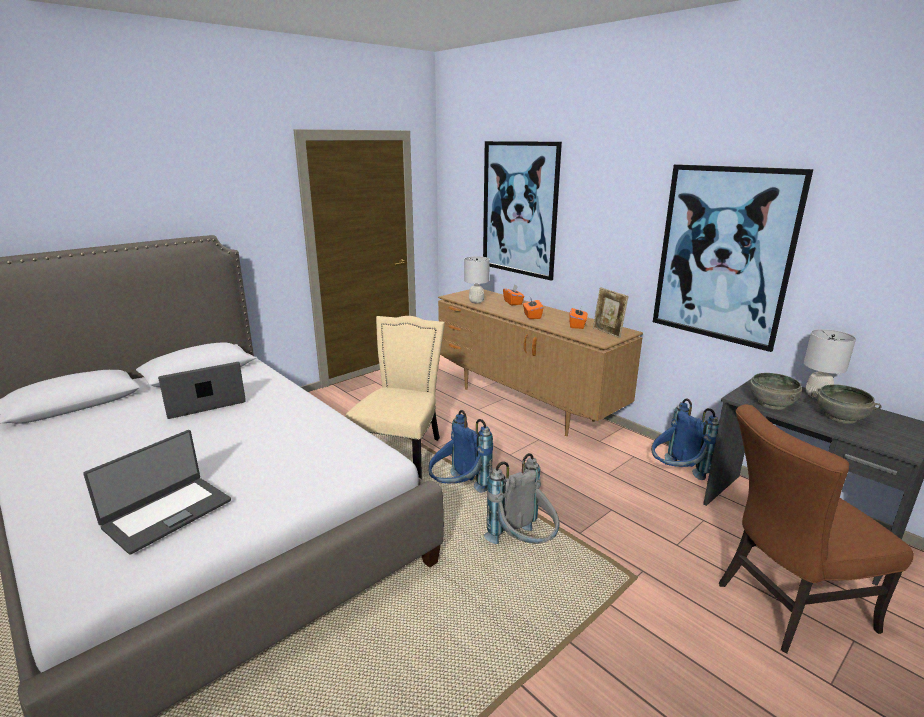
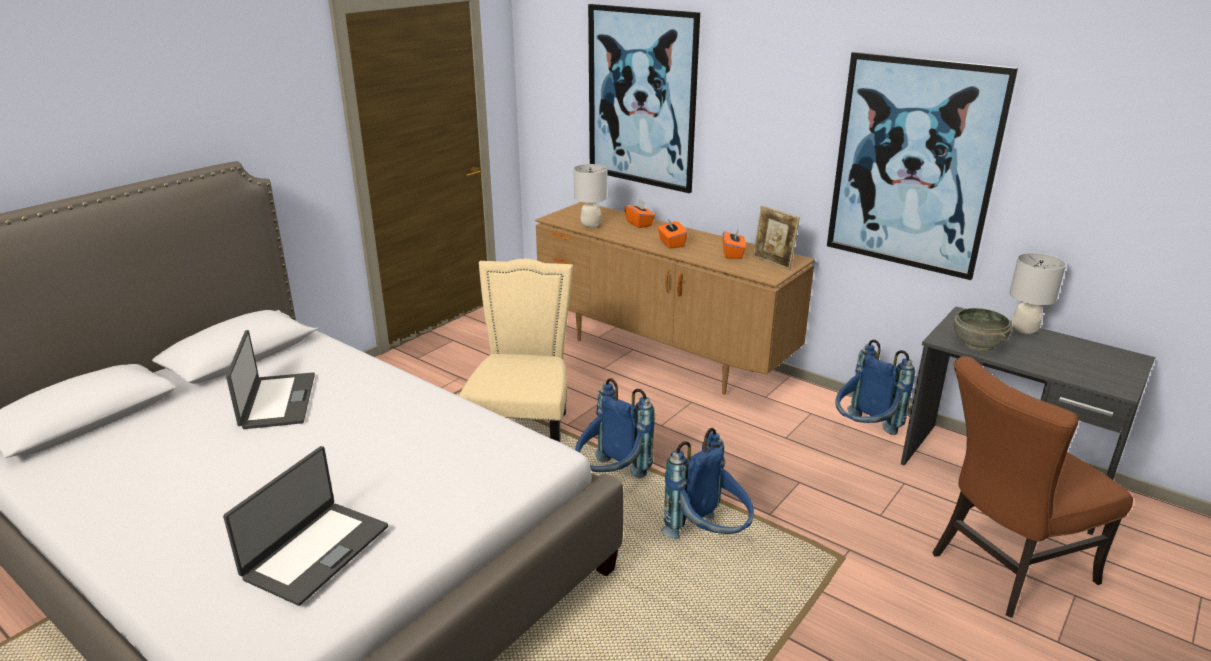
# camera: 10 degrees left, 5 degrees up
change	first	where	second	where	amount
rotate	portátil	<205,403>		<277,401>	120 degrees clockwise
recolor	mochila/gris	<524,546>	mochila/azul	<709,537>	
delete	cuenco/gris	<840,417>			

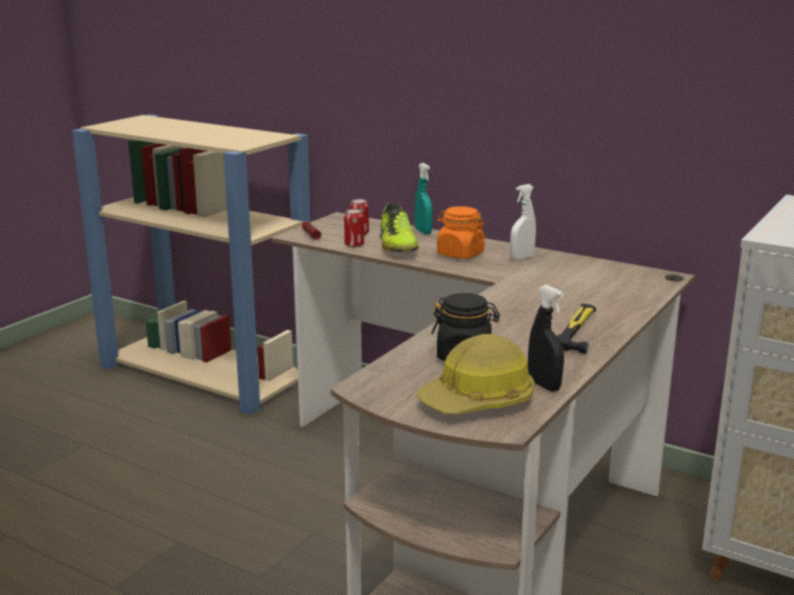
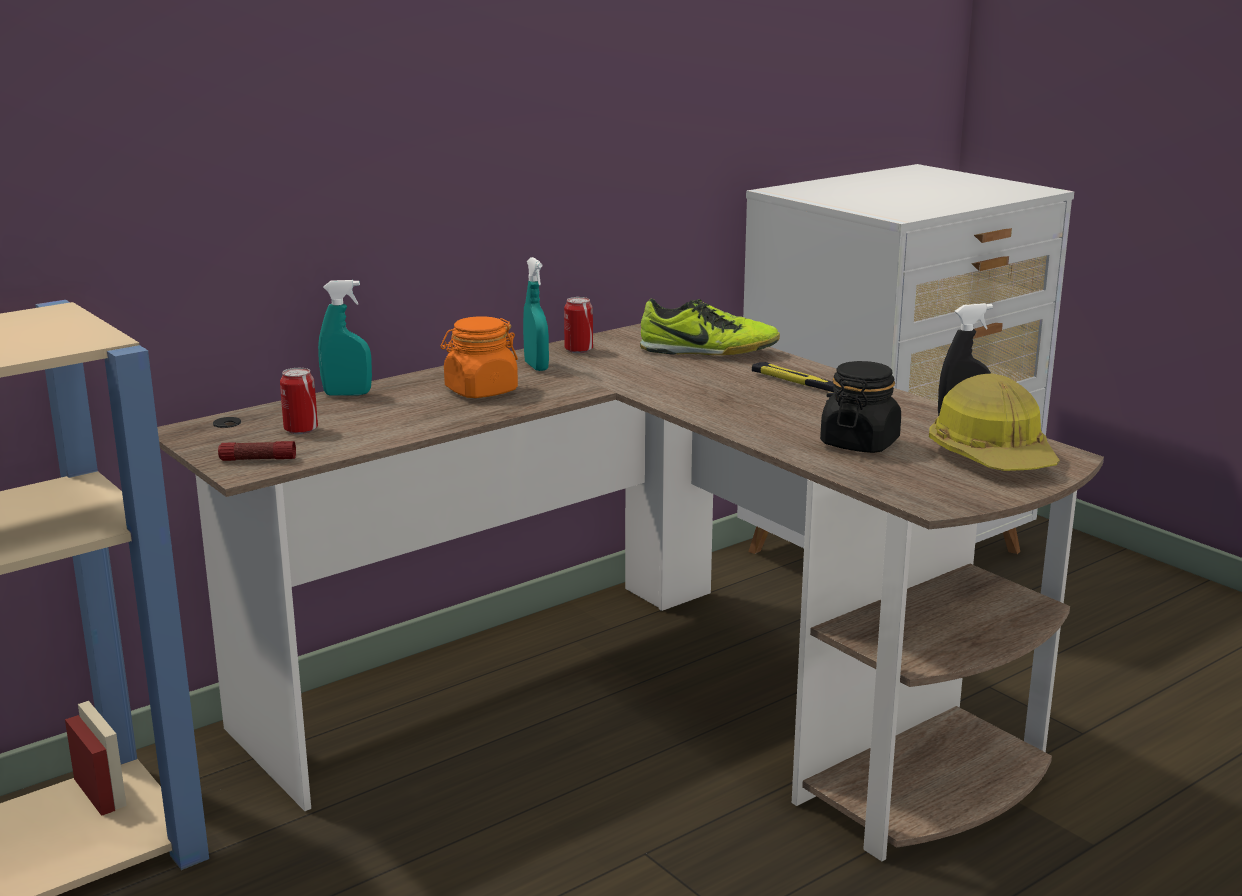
# camera: 70 degrees left, 0 degrees up
change	first	where	second	where	amount
recolor	pulverizador/blanco	<522,258>	pulverizador/turquesa	<536,366>	
move	lata	<354,245>		<578,350>	
move	zapato	<397,246>		<708,352>	

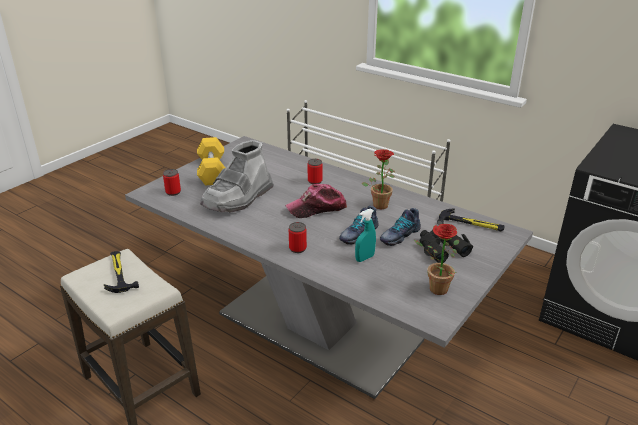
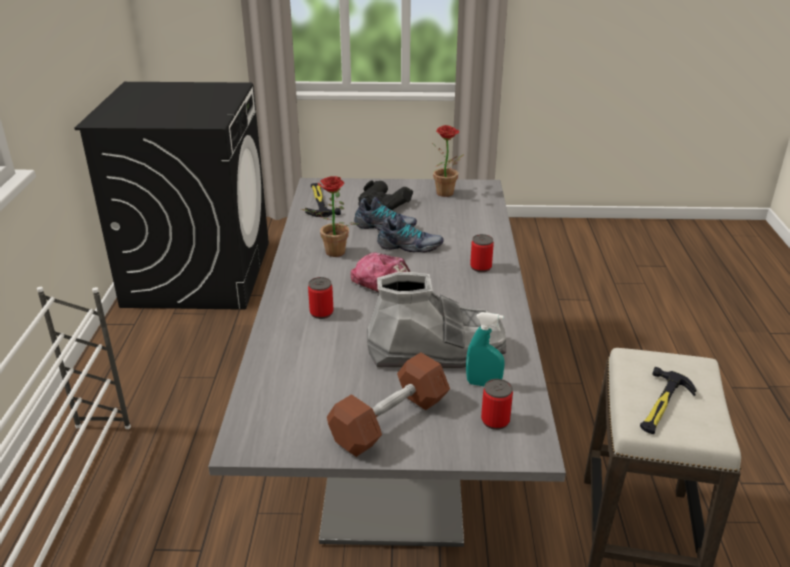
# camera: 125 degrees left, 0 degrees up
change	first	where	second	where	amount
recolor	mancuerna/amarillo	<212,171>	mancuerna/marrón	<389,421>	
move	pulverizador/turquesa	<364,258>		<483,384>	

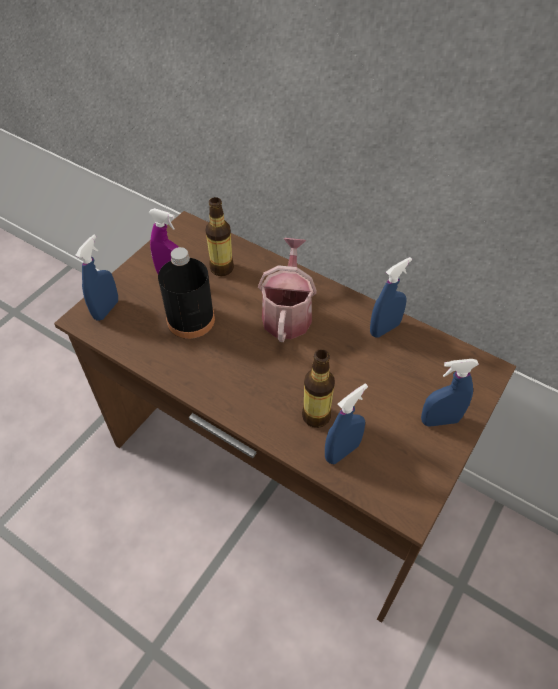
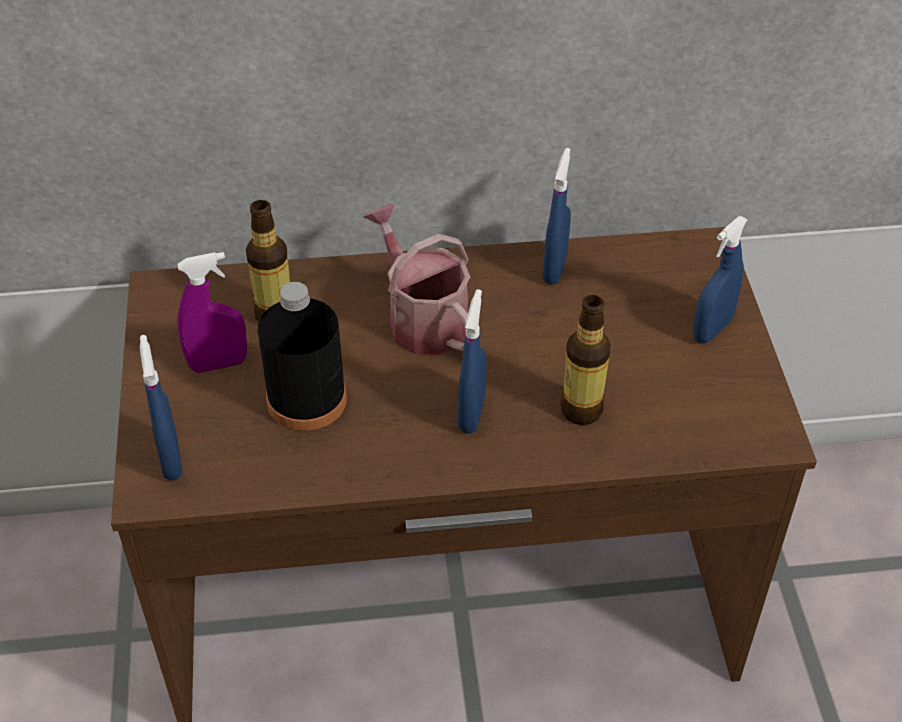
# camera: 40 degrees left, 5 degrees down
change	first	where	second	where	amount
move	pulverizador/azul	<342,451>		<471,413>	

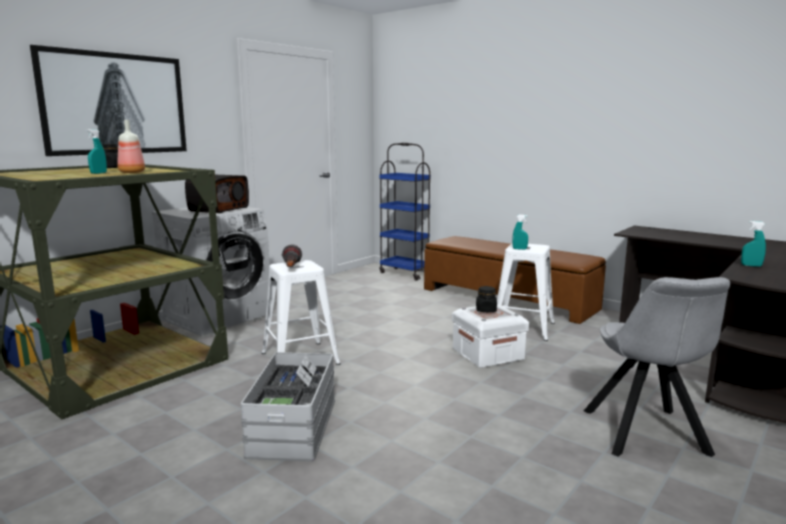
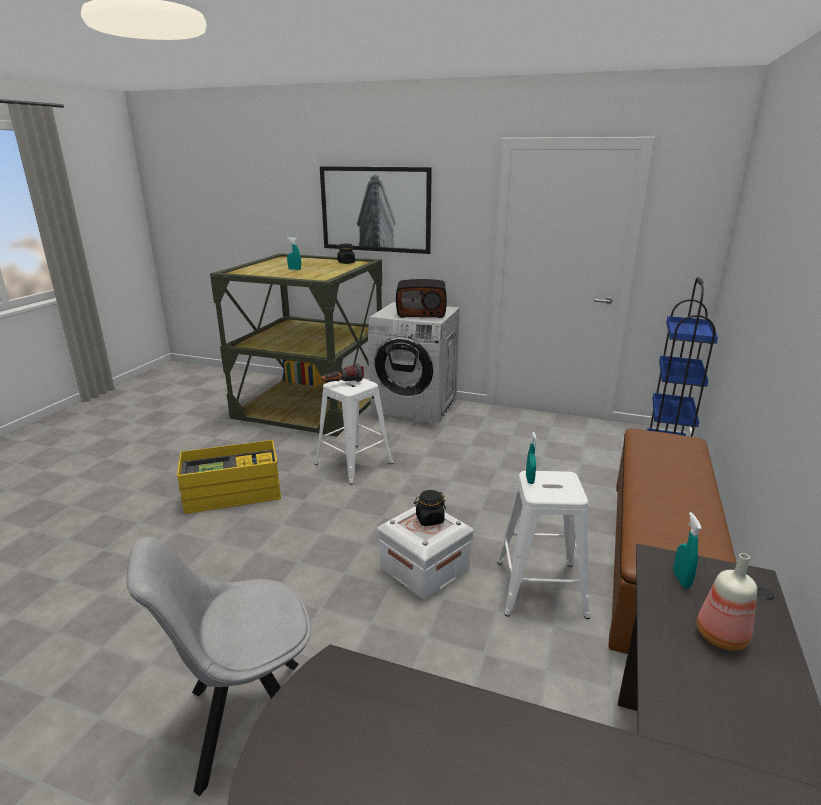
# camera: 70 degrees right, 10 degrees up
change	first	where	second	where	amount
recolor	caja de almacenaje/gris	<292,425>	caja de almacenaje/amarillo	<233,492>	
move	pulverizador/turquesa	<751,266>		<681,579>	
move	botella	<131,172>		<719,635>	

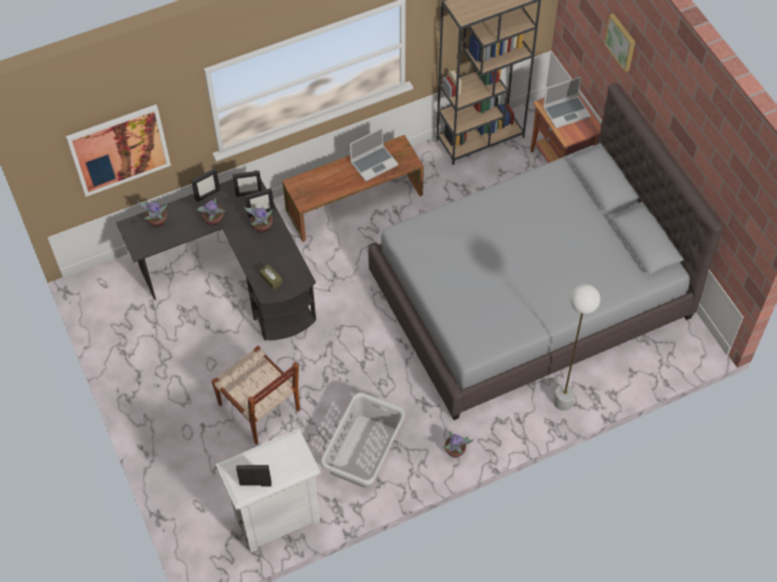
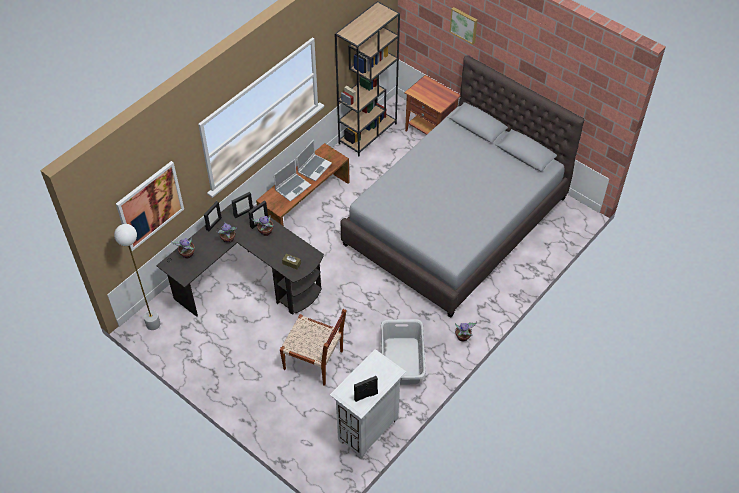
# camera: 25 degrees left, 5 degrees down
change	first	where	second	where	amount
move	lámpara de pie/blanco	<563,402>		<153,324>	
move	portátil	<566,112>		<293,187>	

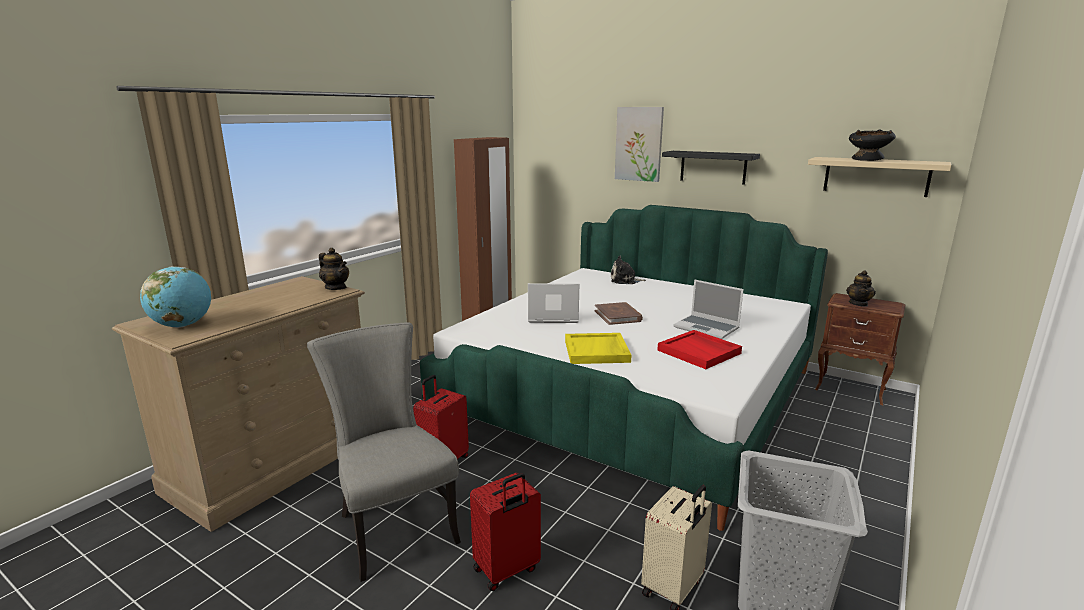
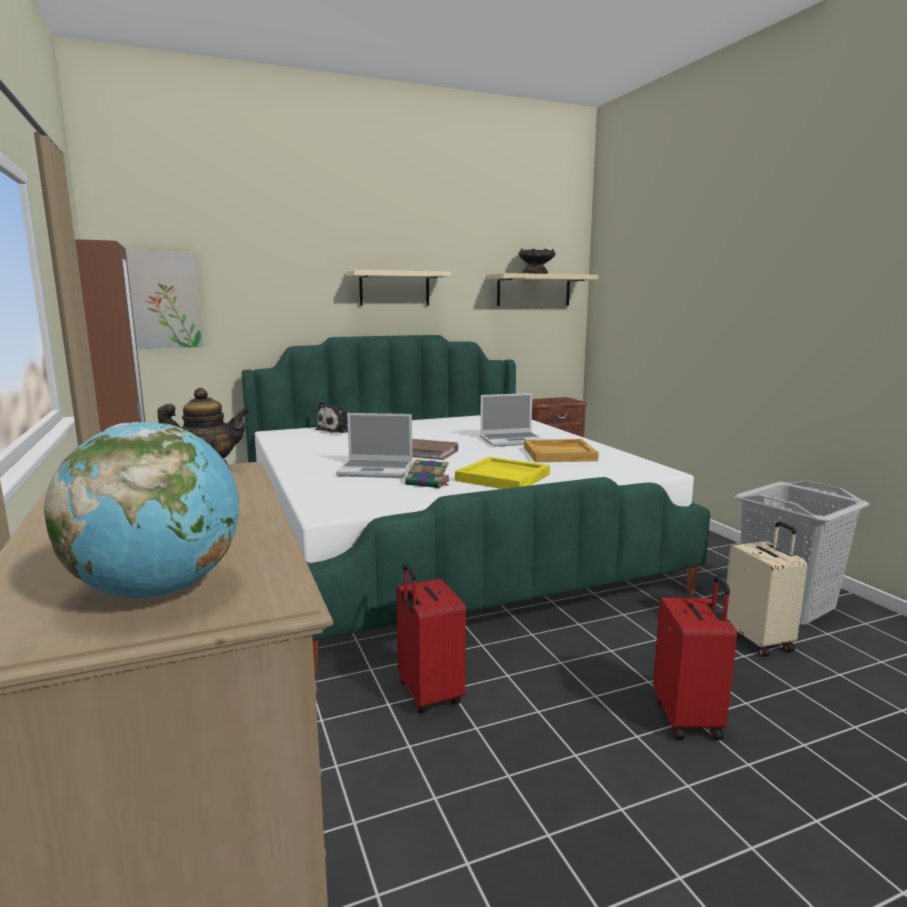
# camera: 55 degrees left, 5 degrees down
change	first	where	second	where	amount
move	cuadro	<639,144>		<166,300>	
rotate	portátil	<552,317>		<377,470>	120 degrees counterclockwise
recolor	estante/negro	<713,167>	estante/beis	<394,288>	
insert			libro	<428,483>	
recolor	bandeja/rojo	<699,352>	bandeja/beis	<559,454>	
delete	silla/gris	<393,524>			
delete	tetera	<858,304>			

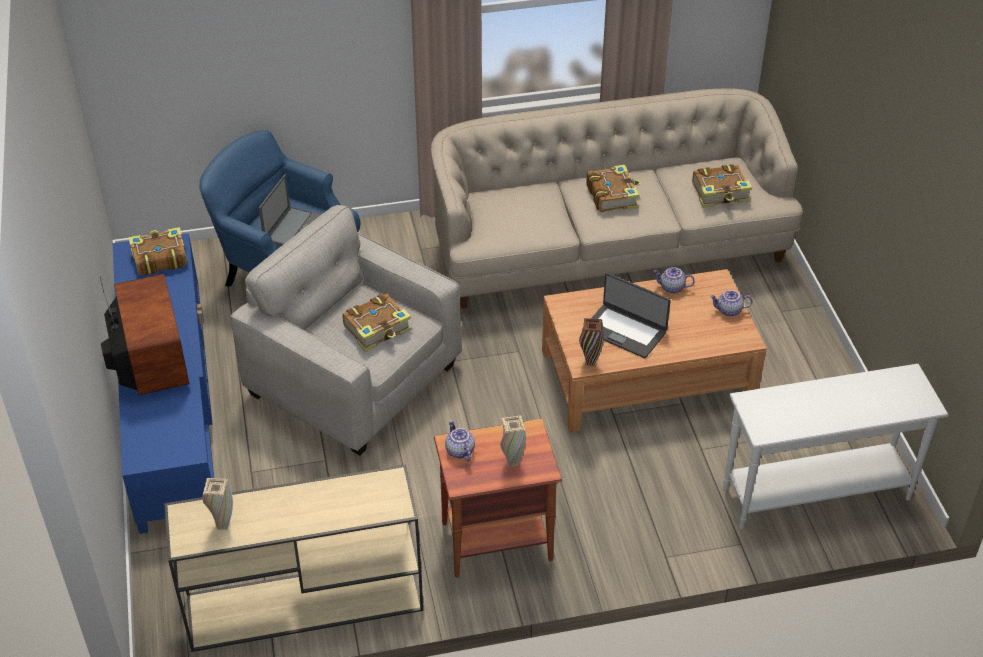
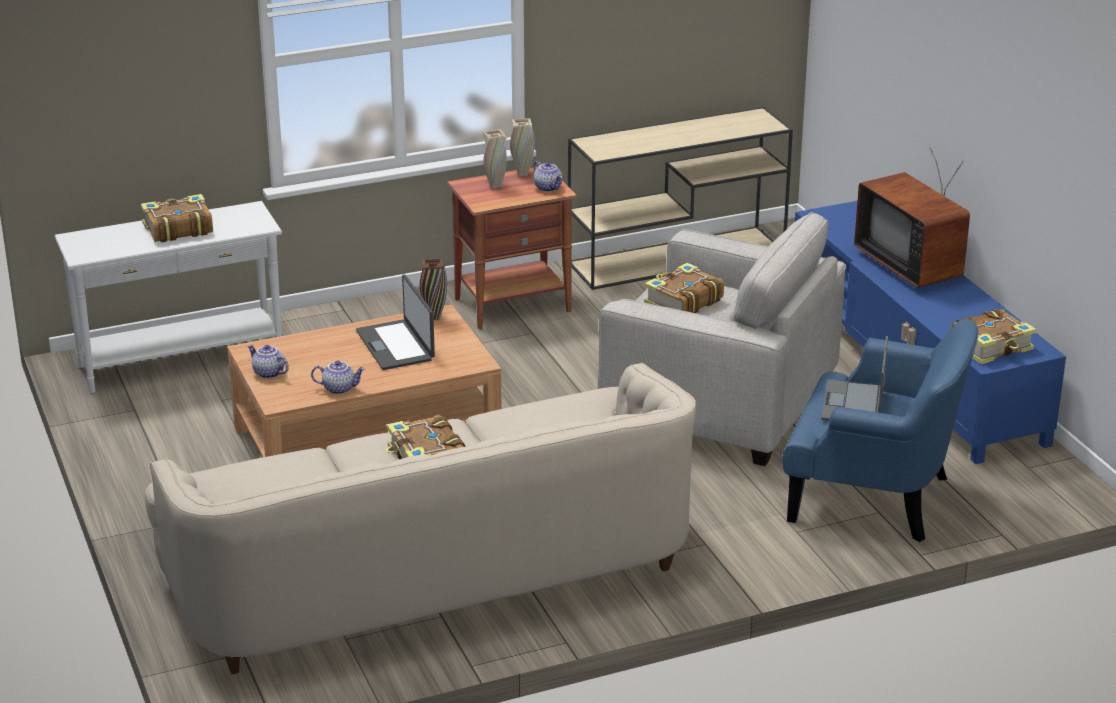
# camera: 170 degrees right, 15 degrees down
change	first	where	second	where	amount
move	libro	<721,193>		<177,229>	
rotate	tetera	<729,311>		<268,373>	135 degrees counterclockwise
rotate	portátil	<625,331>		<396,345>	135 degrees counterclockwise
move	florero/beis	<223,525>		<522,173>	

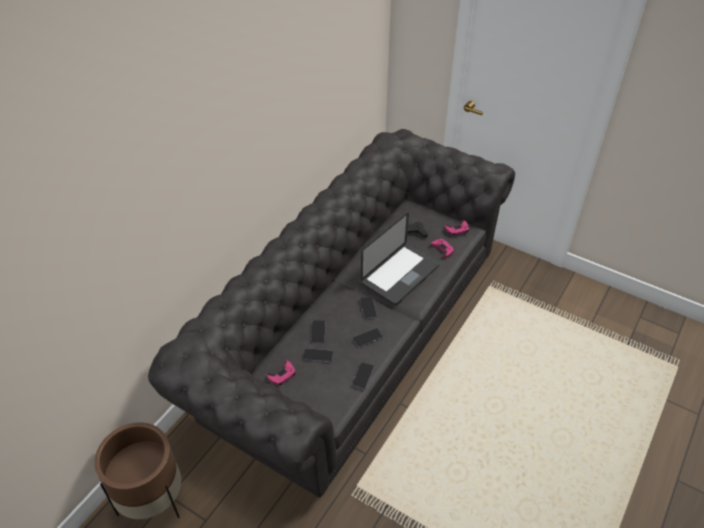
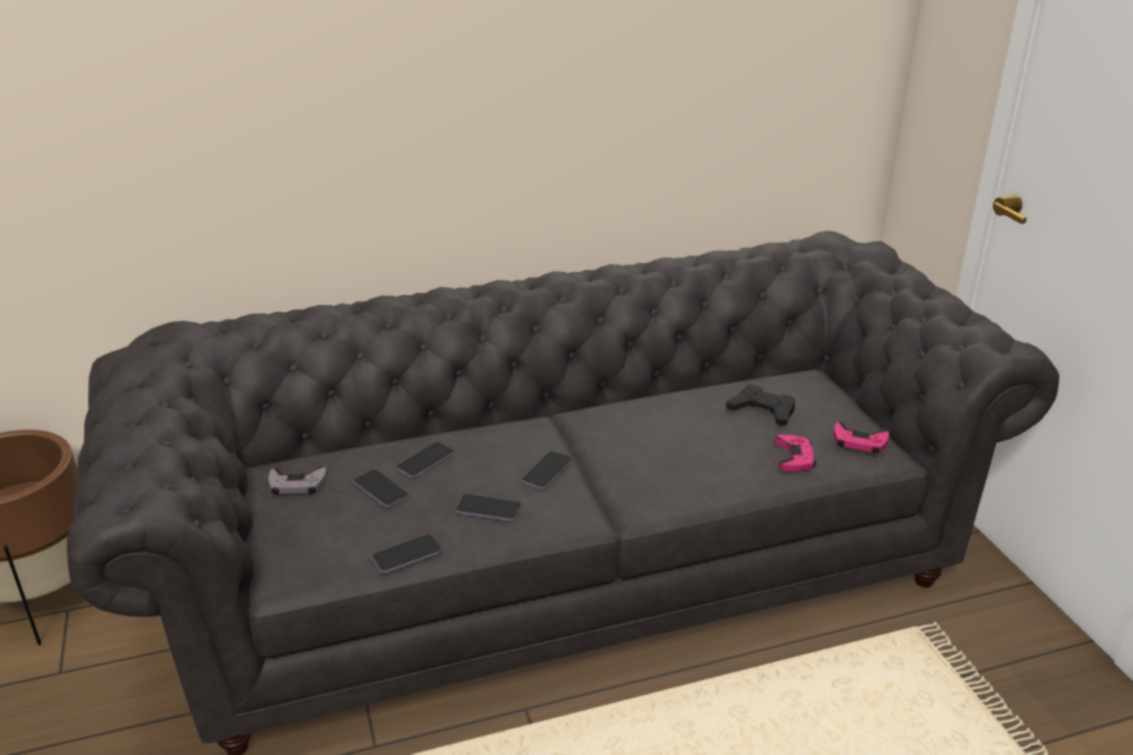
# camera: 40 degrees right, 15 degrees down
change	first	where	second	where	amount
recolor	mando de consola/rosa	<282,375>	mando de consola/gris	<297,485>	
delete	portátil	<400,274>			

